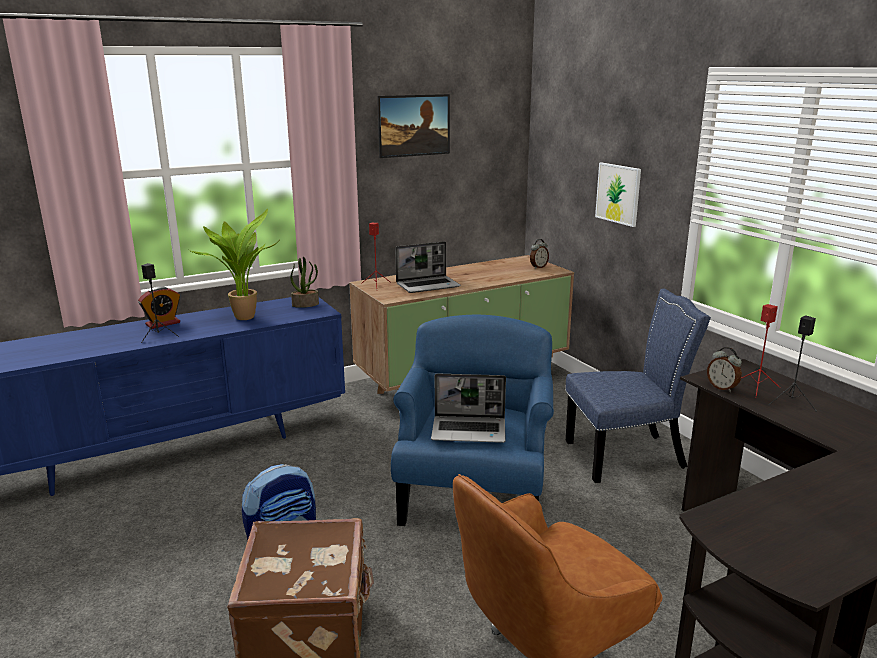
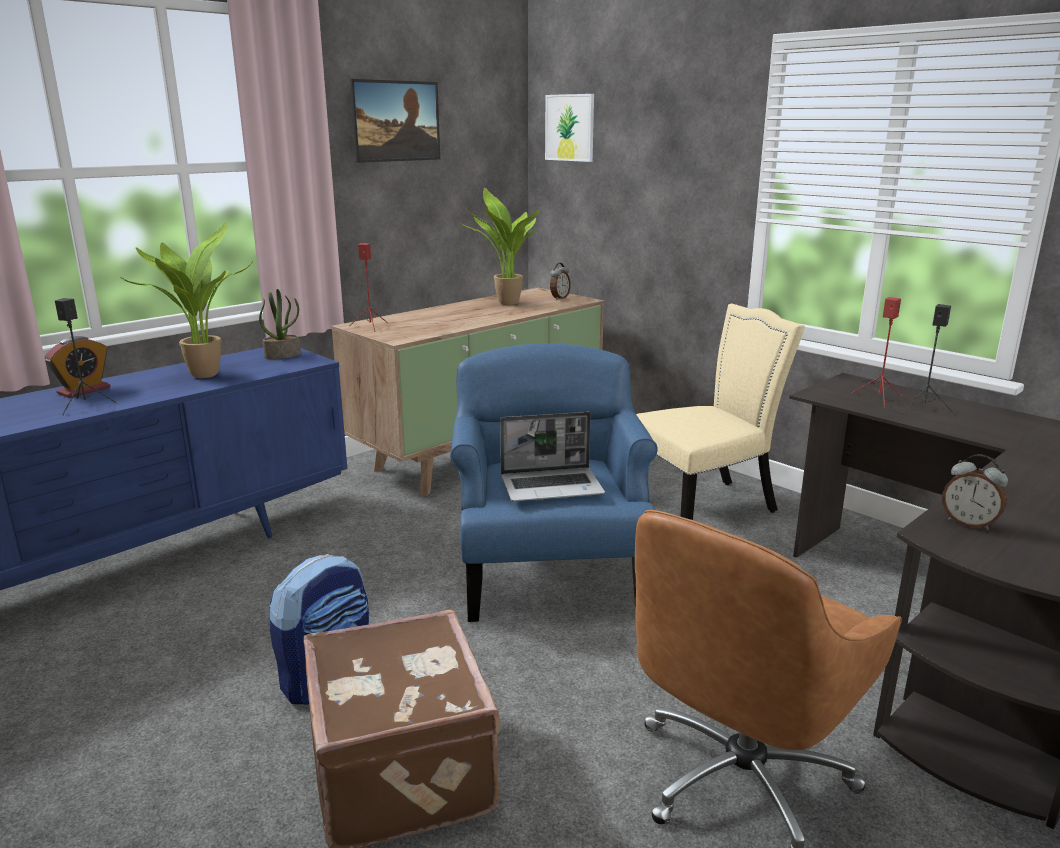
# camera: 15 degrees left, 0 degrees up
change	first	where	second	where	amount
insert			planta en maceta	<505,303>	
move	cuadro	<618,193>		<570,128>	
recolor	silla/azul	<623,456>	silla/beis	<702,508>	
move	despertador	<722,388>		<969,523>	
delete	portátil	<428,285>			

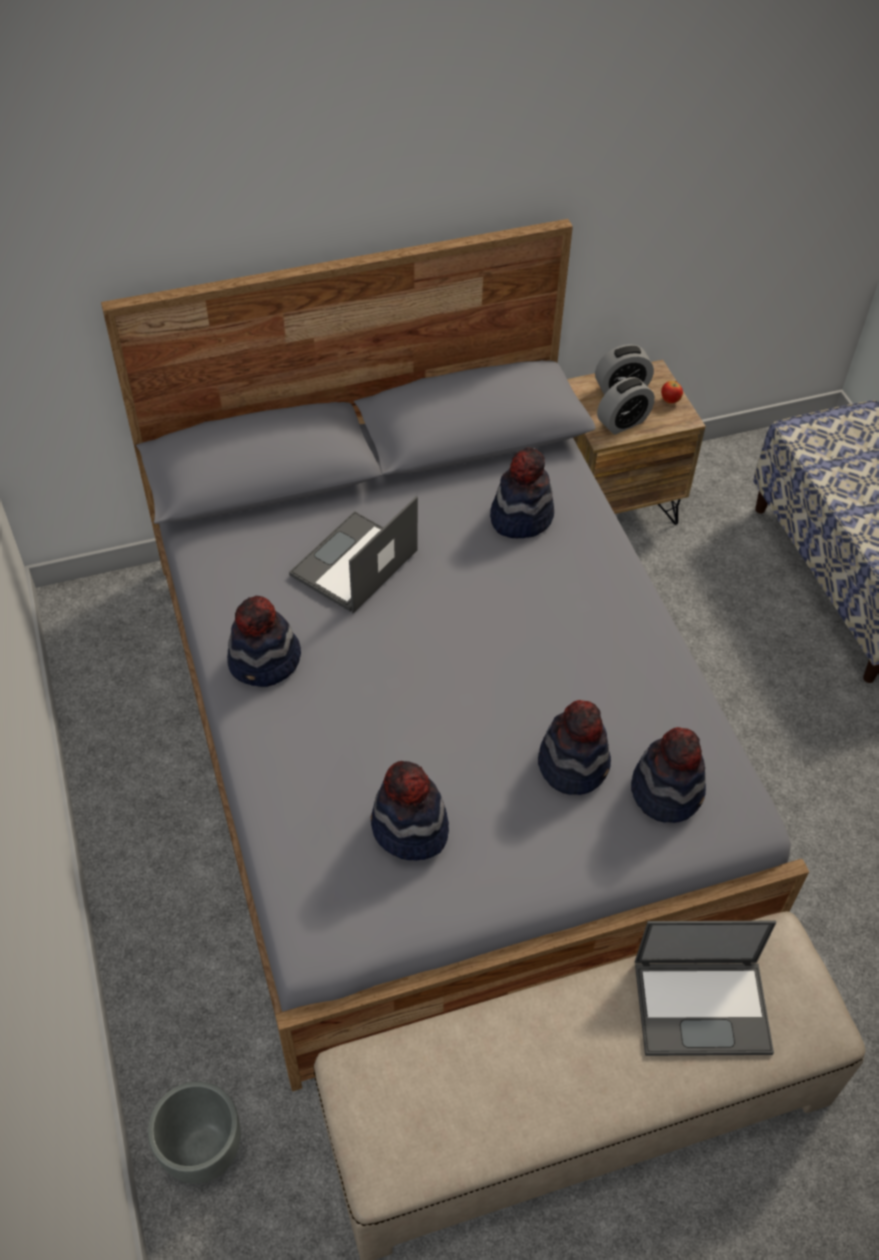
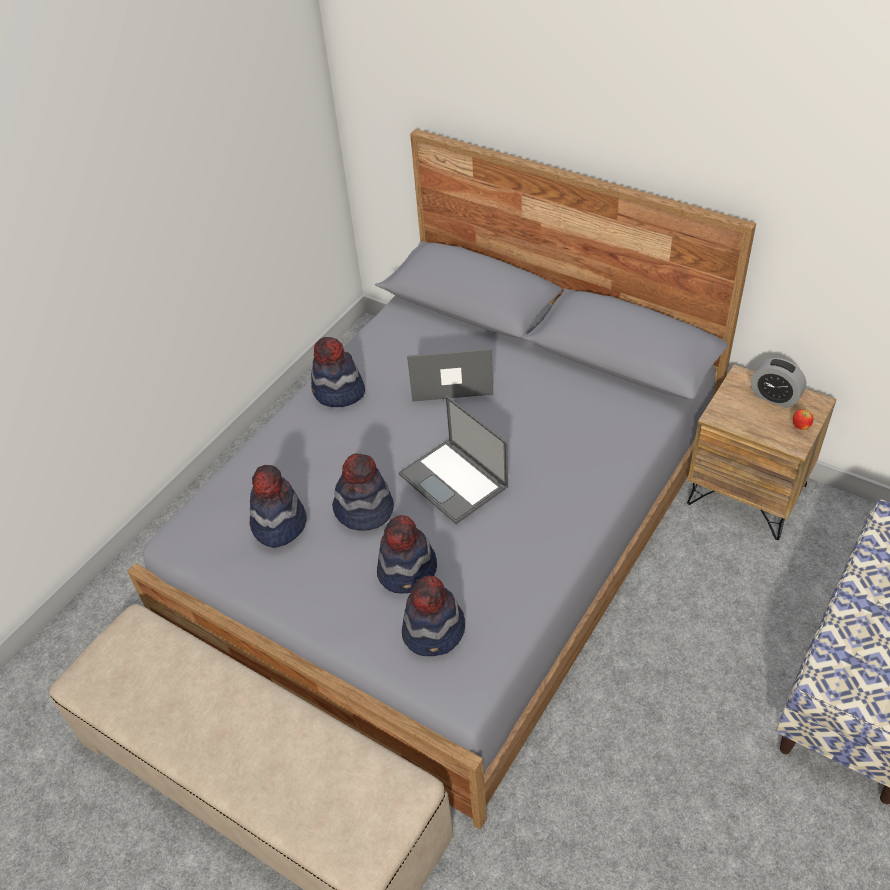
# camera: 55 degrees right, 5 degrees down
change	first	where	second	where	amount
move	sombrero	<520,516>		<364,510>	
move	portátil	<703,1006>		<454,481>	
delete	maceta/gris	<202,1149>			
delete	despertador	<623,422>			

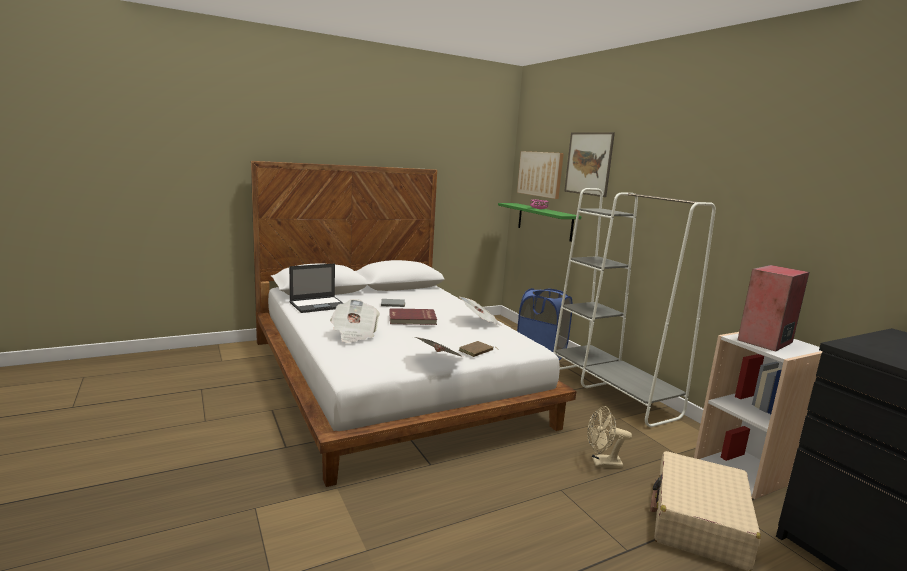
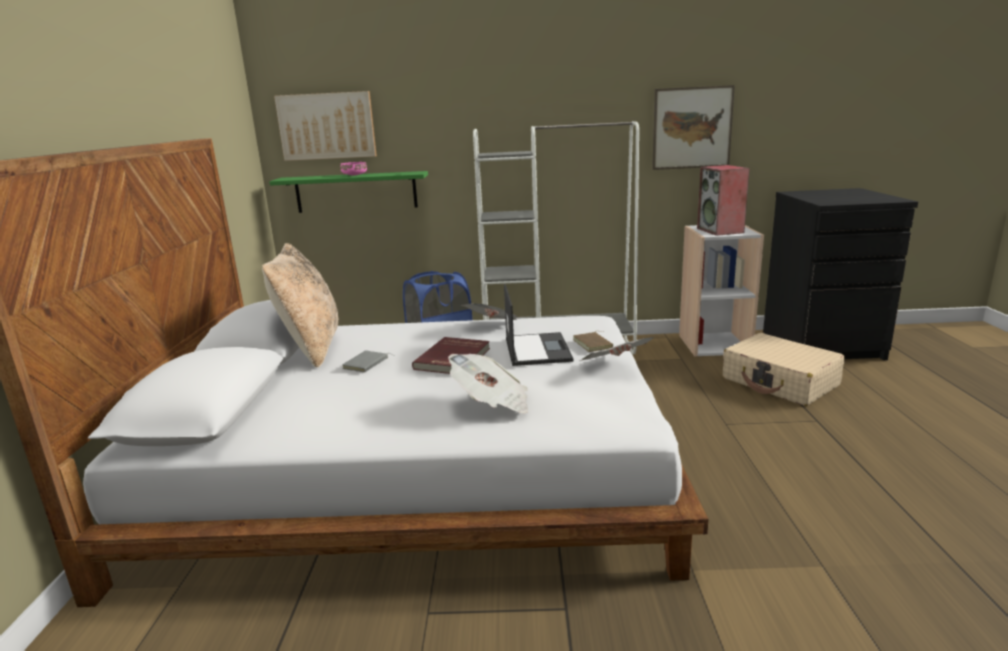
# camera: 60 degrees left, 5 degrees up
change	first	where	second	where	amount
insert			cojín/beis	<312,350>	
move	portátil	<318,305>		<537,349>	
move	cuadro	<588,163>		<692,128>	
delete	ventilador/beis	<602,463>			

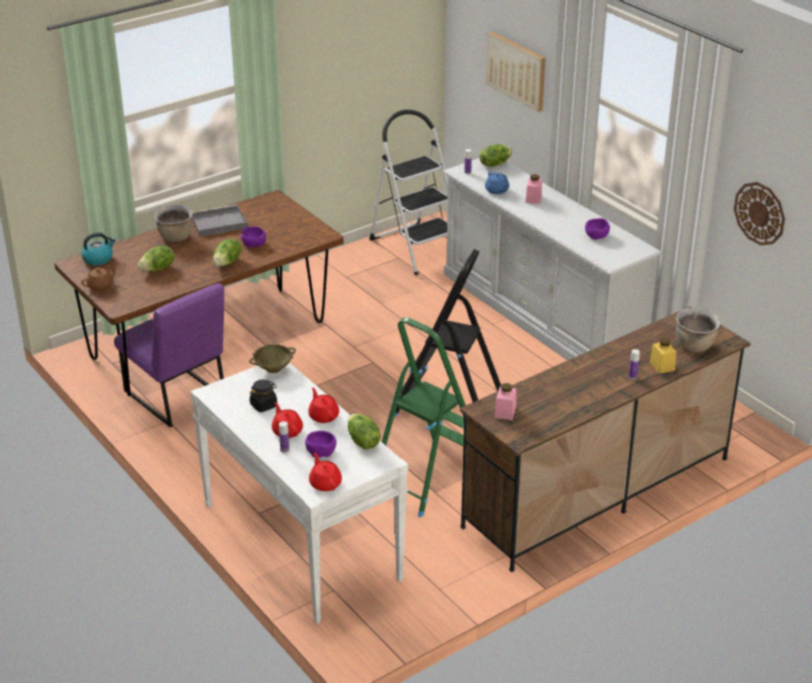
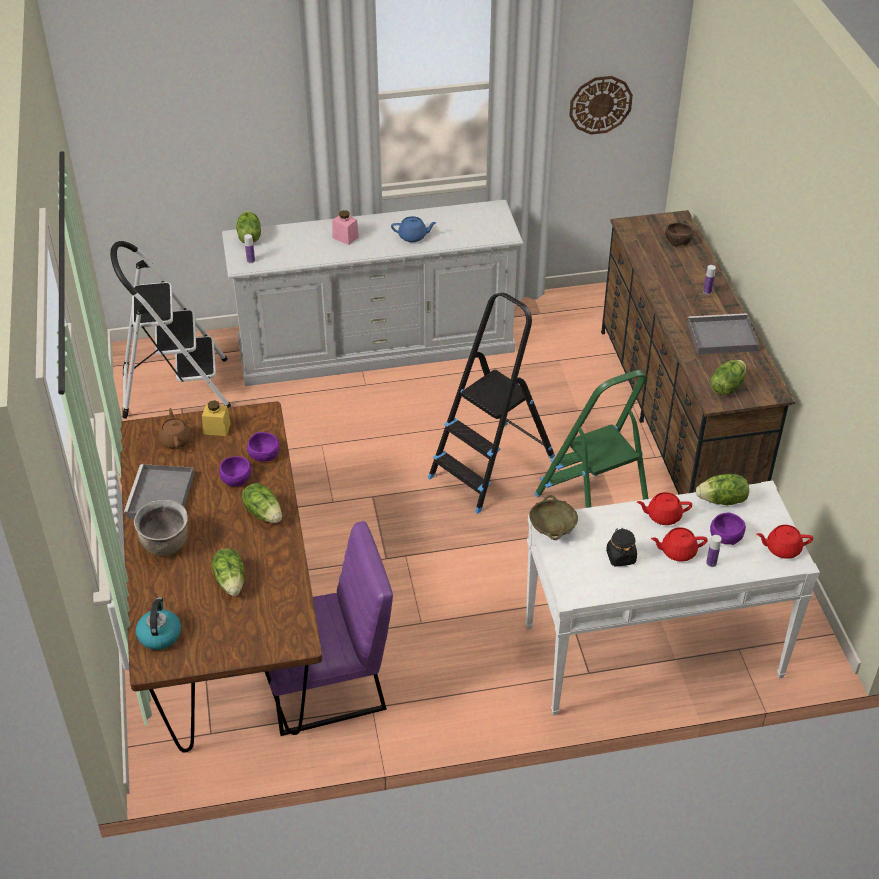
# camera: 65 degrees left, 10 degrees up
change	first	where	second	where	amount
move	tetera/marrón	<101,286>		<176,440>	
move	tarro/amarillo	<662,366>		<217,428>	
move	cuenco/morado	<596,236>		<264,455>	
move	tetera/azul	<497,190>		<413,236>	
replace	olla/marrón	<694,346>	cuenco/marrón	<677,240>	
insert			bandeja/gris	<720,337>	
replace	tarro/rosa	<505,412>	lechuga	<726,387>	
delete	cuadro	<516,70>			

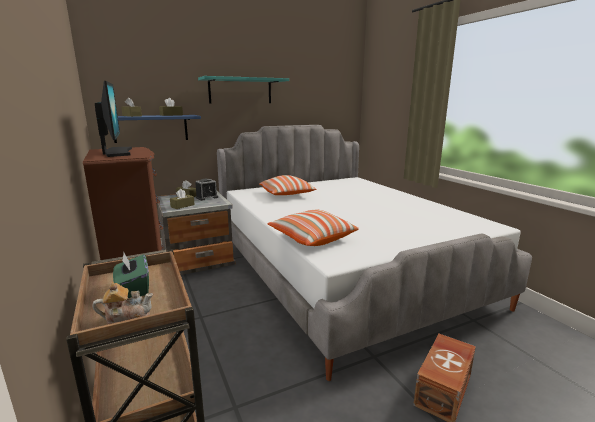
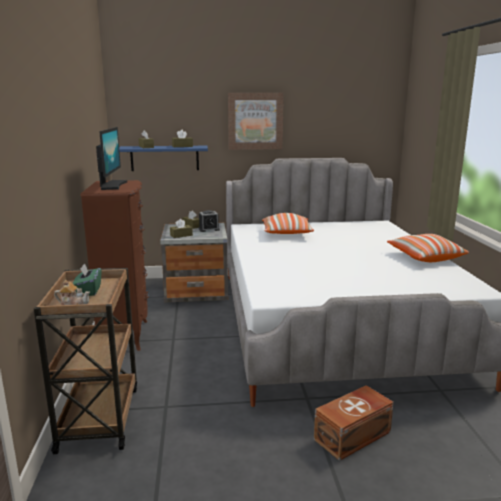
# camera: 20 degrees right, 0 degrees up
change	first	where	second	where	amount
replace	estante/turquesa	<240,91>	cuadro	<255,121>	
move	cojín	<311,238>		<425,257>	

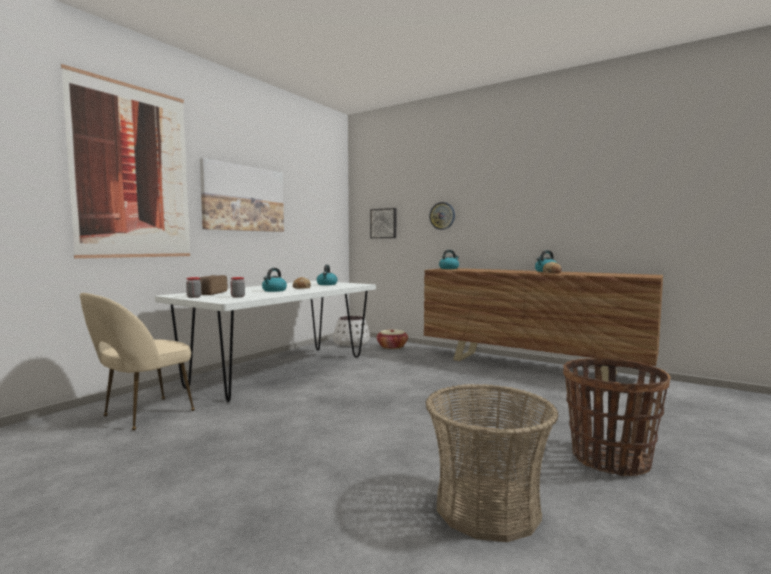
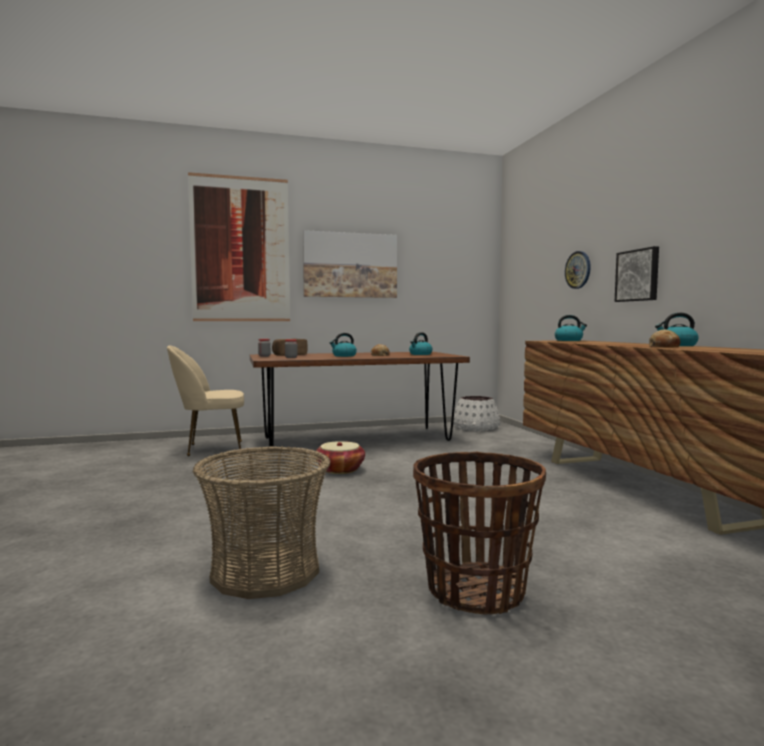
# camera: 40 degrees right, 0 degrees up
change	first	where	second	where	amount
recolor	mesa de comedor/blanco	<281,371>	mesa de comedor/marrón	<356,439>	
move	cesta	<392,347>		<340,469>	
move	cuadro	<384,223>		<638,275>	

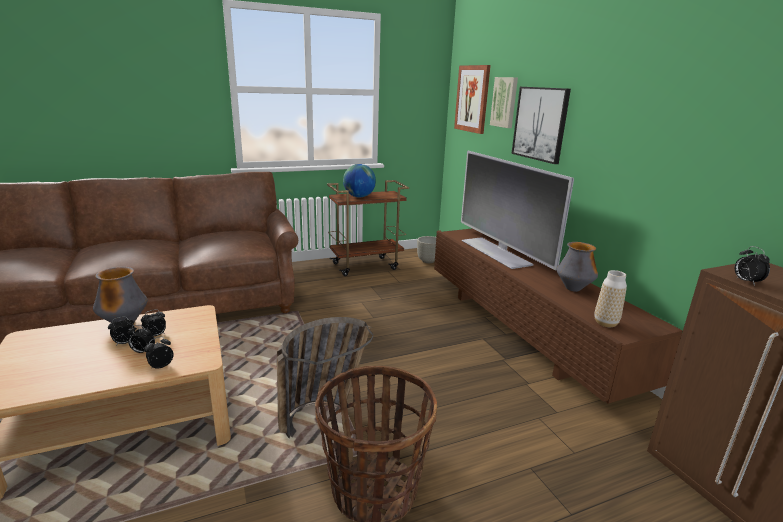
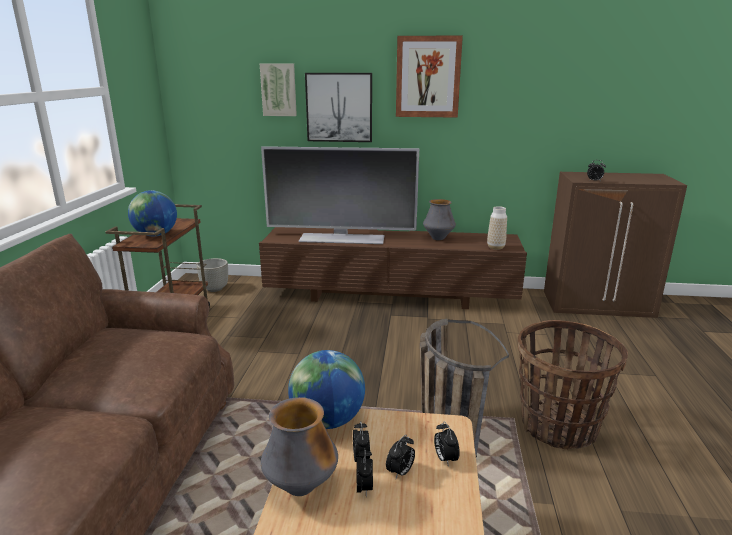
# camera: 60 degrees left, 0 degrees up
change	first	where	second	where	amount
insert			globo terráqueo	<327,420>	
move	cuadro	<472,99>		<428,77>	

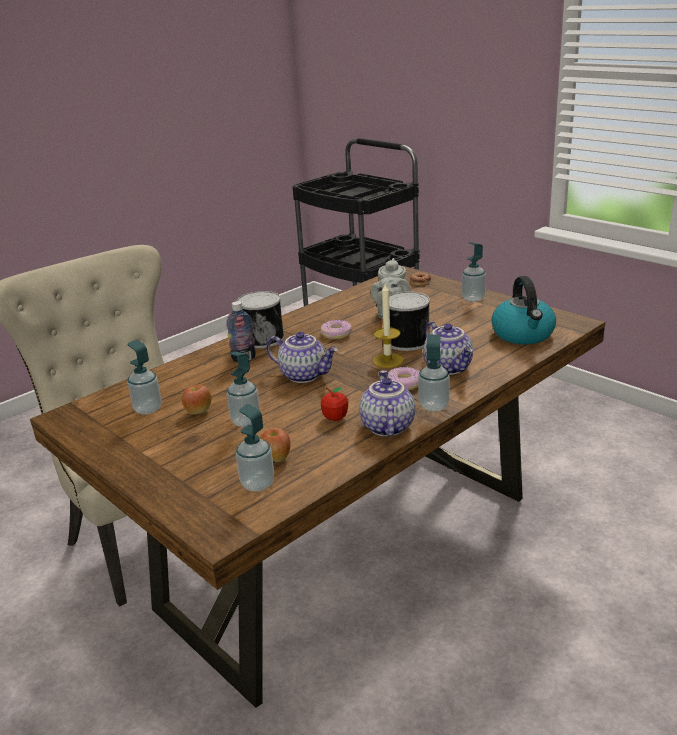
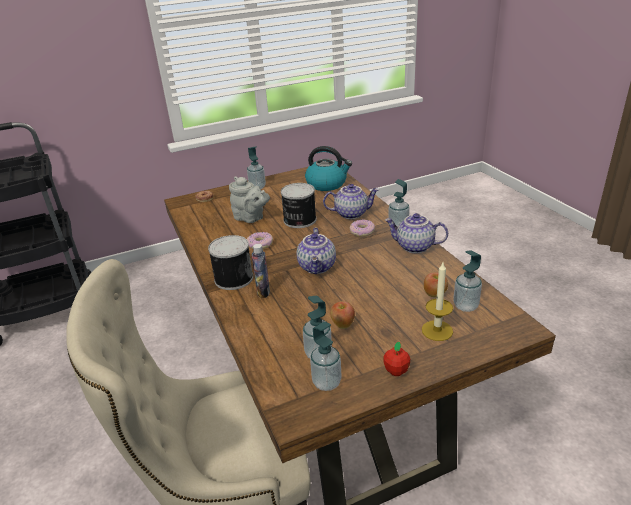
# camera: 70 degrees left, 5 degrees up
change	first	where	second	where	amount
rotate	tetera	<305,375>		<318,267>	135 degrees clockwise
move	dispensador de jabón	<246,421>		<326,382>	
move	manzana	<335,418>		<396,371>	
move	vela	<387,360>		<437,330>	

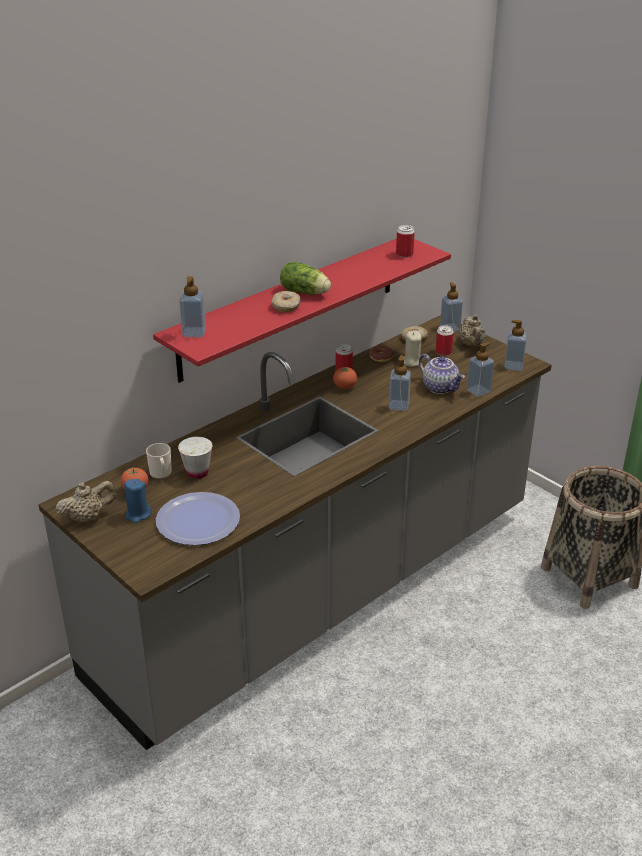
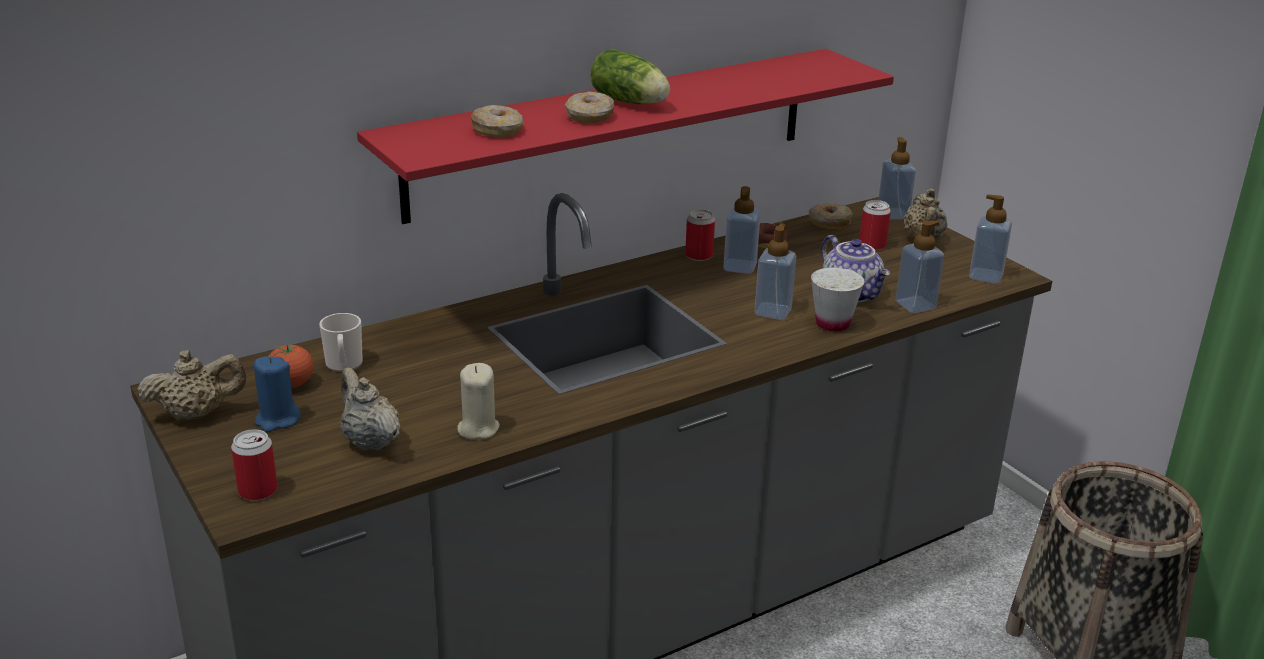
# camera: 10 degrees right, 5 degrees down
change	first	where	second	where	amount
move	lata	<404,254>		<258,491>	
replace	plato	<197,520>	tetera/beis	<369,441>	
move	vela/beis	<411,362>		<478,428>	
insert			rosquilla	<498,130>	
move	dispensador de jabón	<194,333>		<740,267>	
move	taza/blanco	<197,472>		<832,324>	
delete	tomate	<345,387>			

